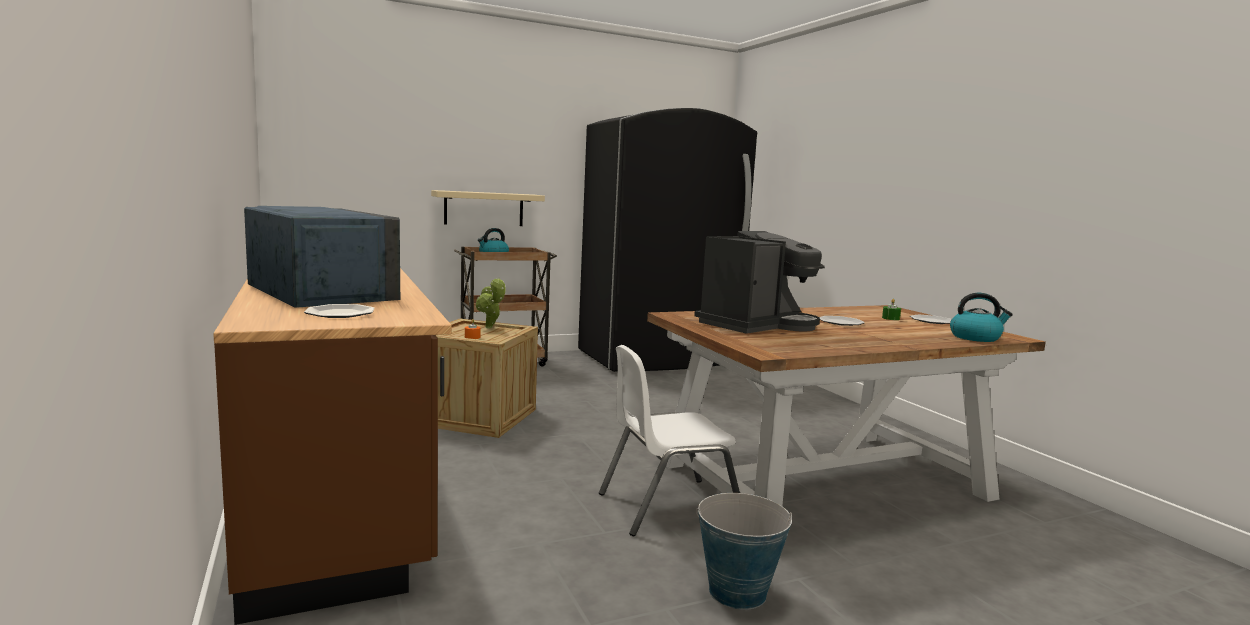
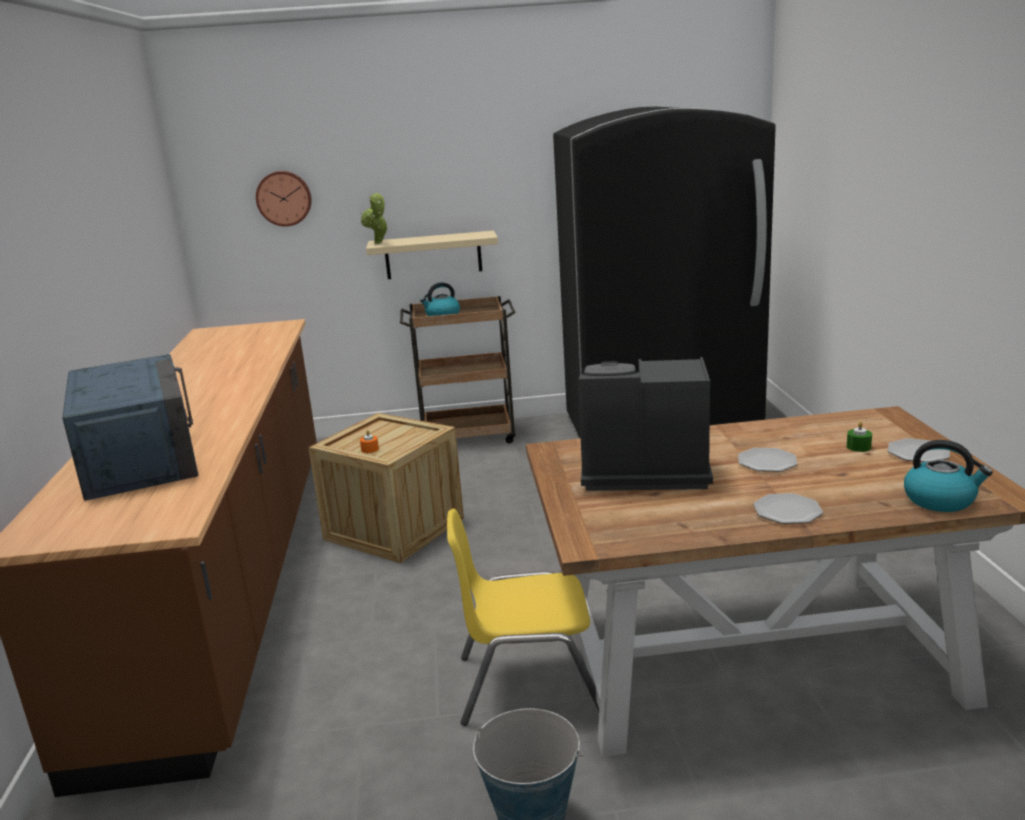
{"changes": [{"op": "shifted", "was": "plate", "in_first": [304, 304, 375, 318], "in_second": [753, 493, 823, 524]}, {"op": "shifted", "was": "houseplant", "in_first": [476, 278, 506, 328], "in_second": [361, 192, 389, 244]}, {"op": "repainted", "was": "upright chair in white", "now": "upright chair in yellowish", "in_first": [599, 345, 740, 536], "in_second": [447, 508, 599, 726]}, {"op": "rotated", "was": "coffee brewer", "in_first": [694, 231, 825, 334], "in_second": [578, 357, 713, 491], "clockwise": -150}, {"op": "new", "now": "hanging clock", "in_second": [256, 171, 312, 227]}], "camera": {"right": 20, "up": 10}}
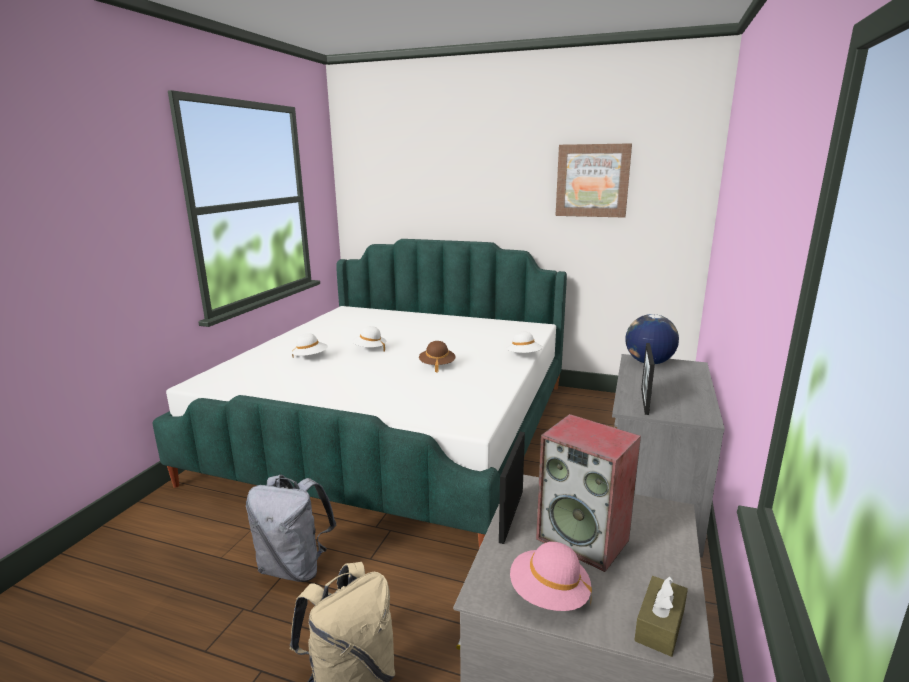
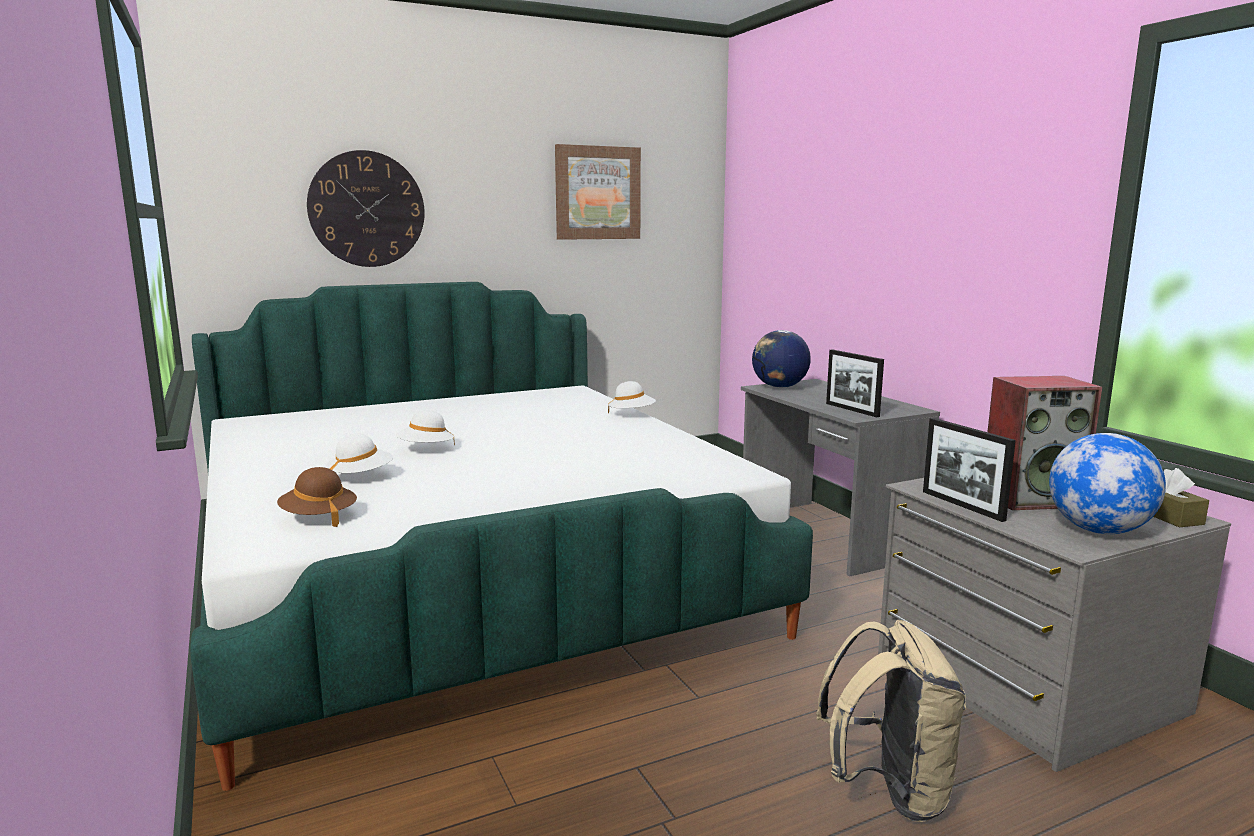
{"changes": [{"op": "gone", "was": "knapsack in grey", "in_first": [246, 475, 336, 582]}, {"op": "shifted", "was": "hat in brown", "in_first": [419, 341, 456, 373], "in_second": [277, 467, 357, 527]}, {"op": "swapped", "was": "hat in pink-coloured", "now": "globe", "in_first": [510, 542, 592, 611], "in_second": [1049, 433, 1166, 534]}, {"op": "new", "now": "hanging clock", "in_second": [307, 150, 425, 267]}], "camera": {"right": -45, "up": -5}}
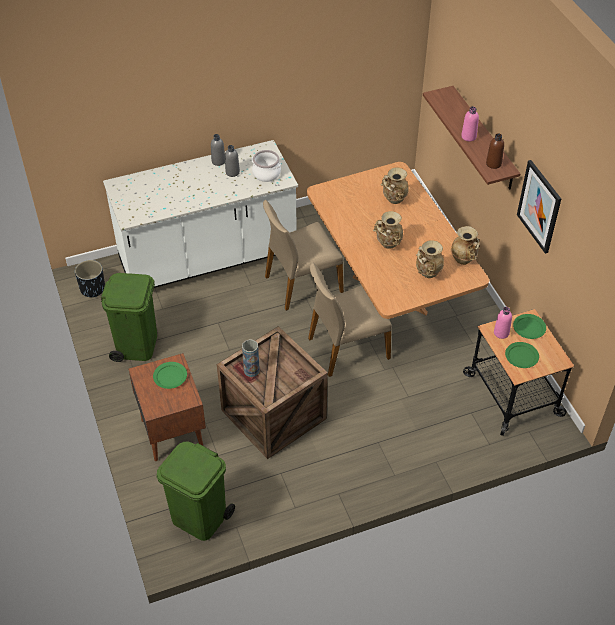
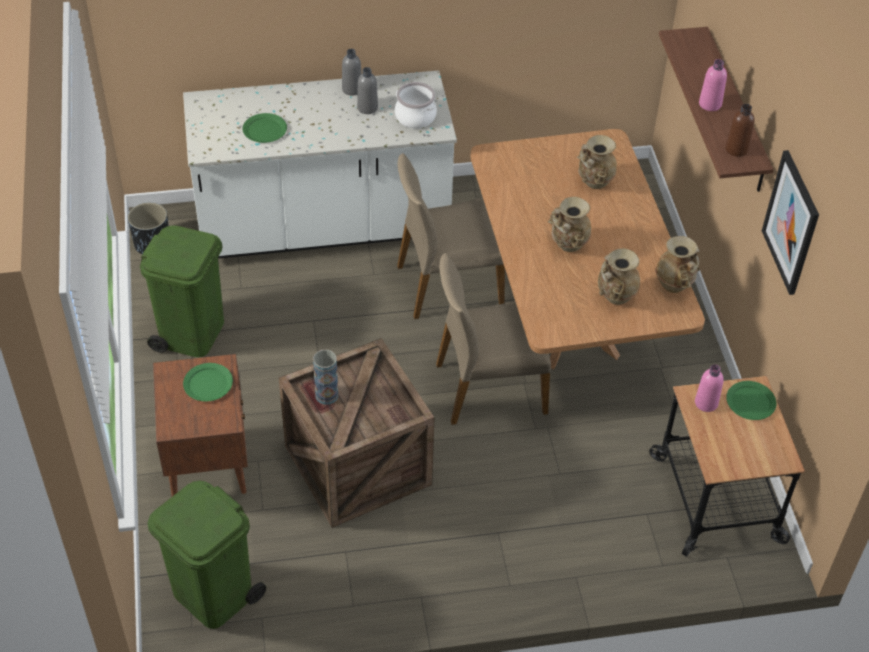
{"changes": [{"op": "shifted", "was": "plate in greenish", "in_first": [505, 342, 539, 368], "in_second": [243, 113, 287, 143]}], "camera": {"right": 10, "up": 0}}
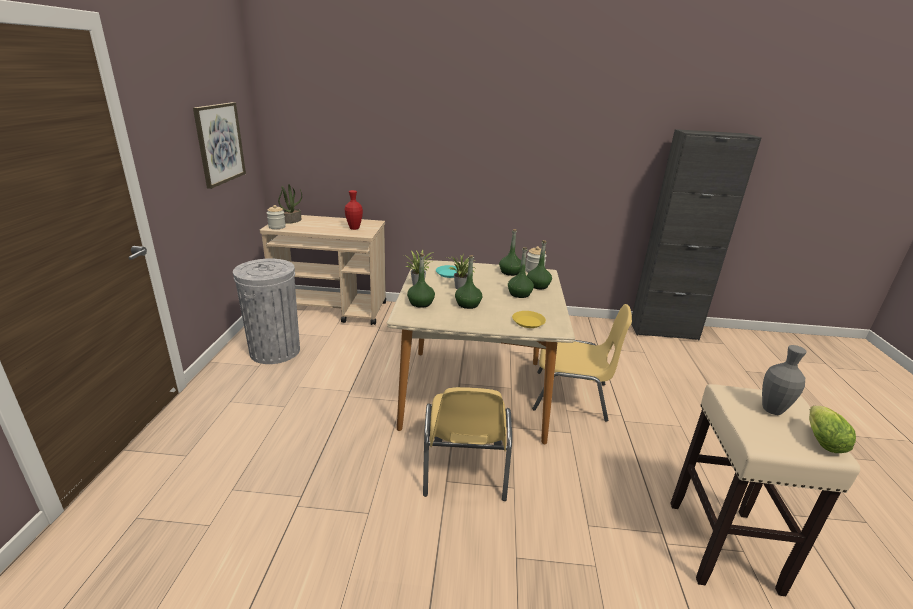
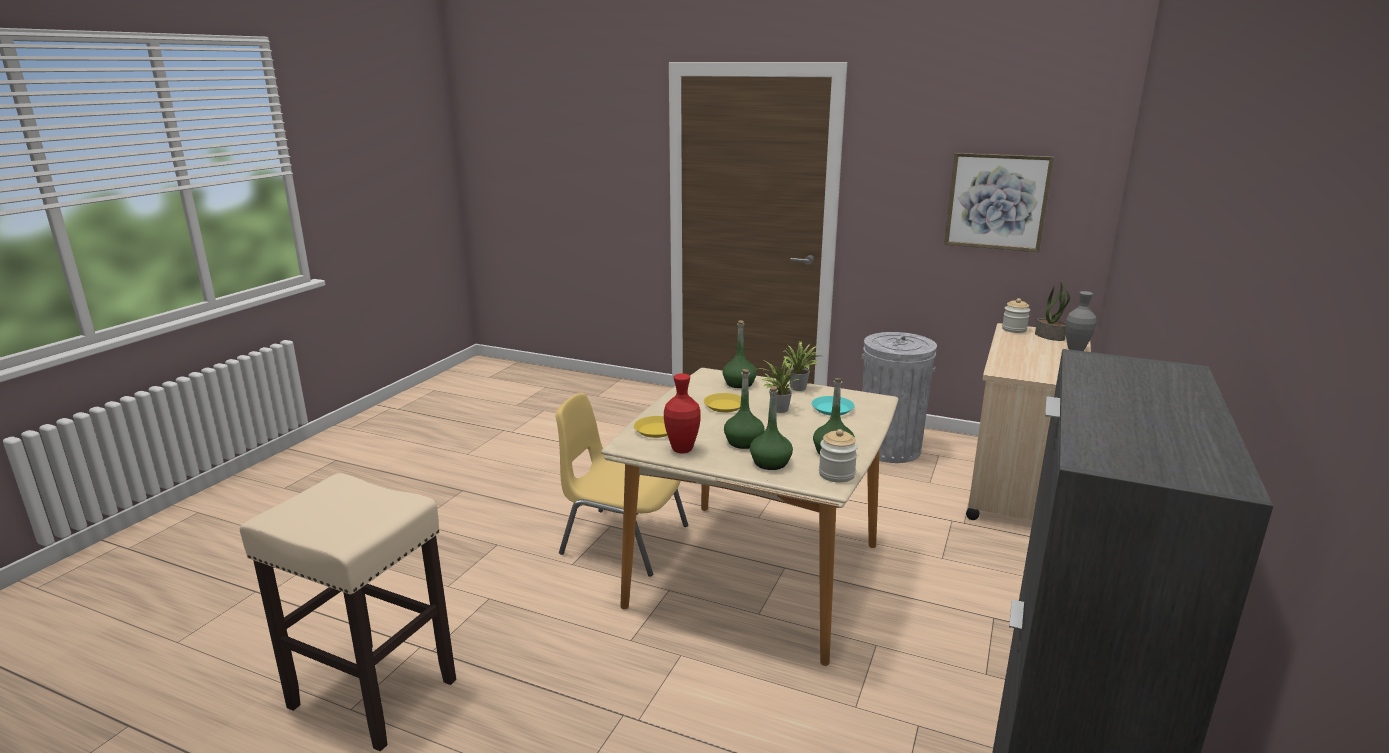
{"changes": [{"op": "shifted", "was": "flower vase in red-coloured", "in_first": [345, 190, 363, 230], "in_second": [664, 374, 701, 453]}, {"op": "swapped", "was": "drink bottle in greenish", "now": "plate in yellowish", "in_first": [455, 255, 482, 309], "in_second": [704, 393, 741, 412]}, {"op": "gone", "was": "upright chair in yellowish", "in_first": [532, 304, 632, 422]}, {"op": "shifted", "was": "flower vase in grey", "in_first": [762, 345, 807, 415], "in_second": [1065, 291, 1097, 351]}, {"op": "gone", "was": "lettuce", "in_first": [809, 406, 856, 453]}], "camera": {"right": 110, "up": -5}}
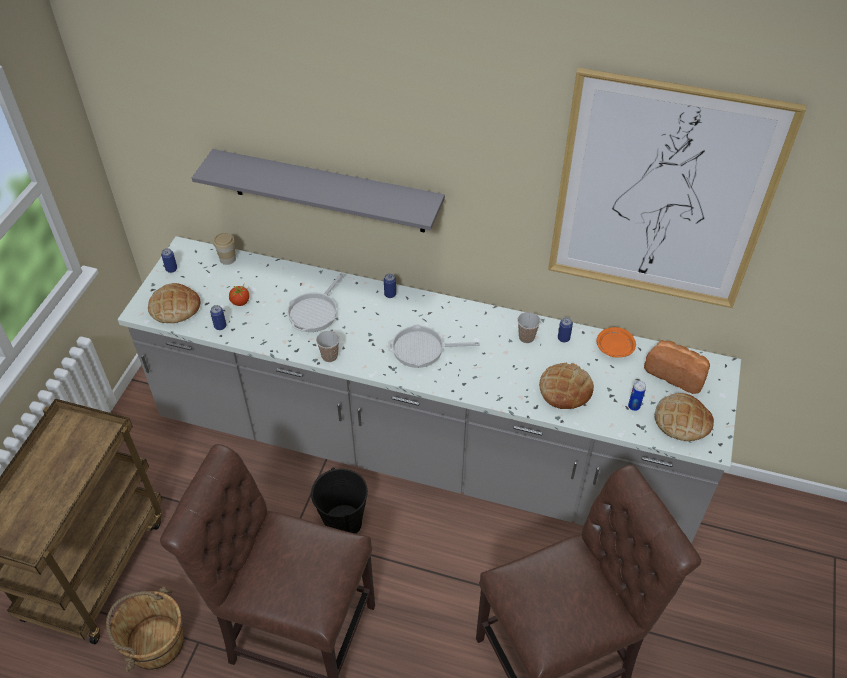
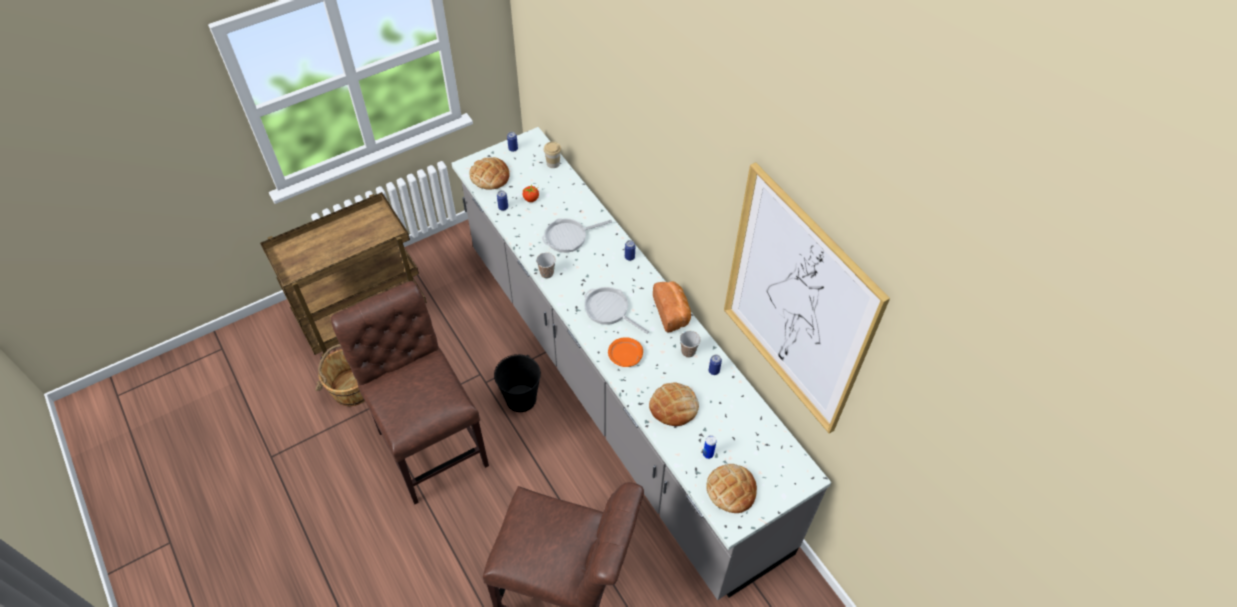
{"changes": [{"op": "gone", "was": "wall shelf in grey", "in_first": [192, 149, 445, 232]}, {"op": "shifted", "was": "plate in orange", "in_first": [597, 327, 636, 358], "in_second": [608, 337, 643, 367]}, {"op": "shifted", "was": "baked bread", "in_first": [644, 340, 710, 394], "in_second": [653, 281, 691, 333]}], "camera": {"right": 40, "up": 5}}
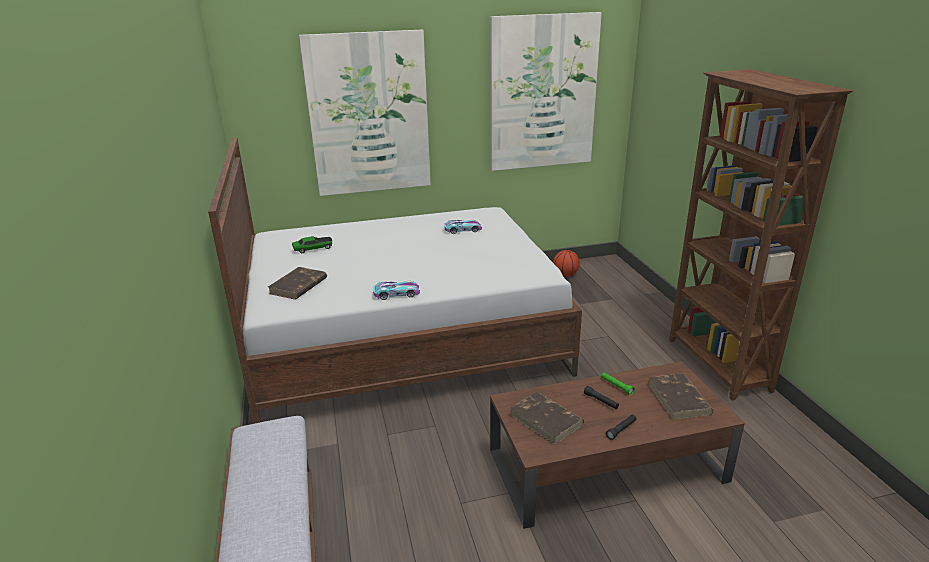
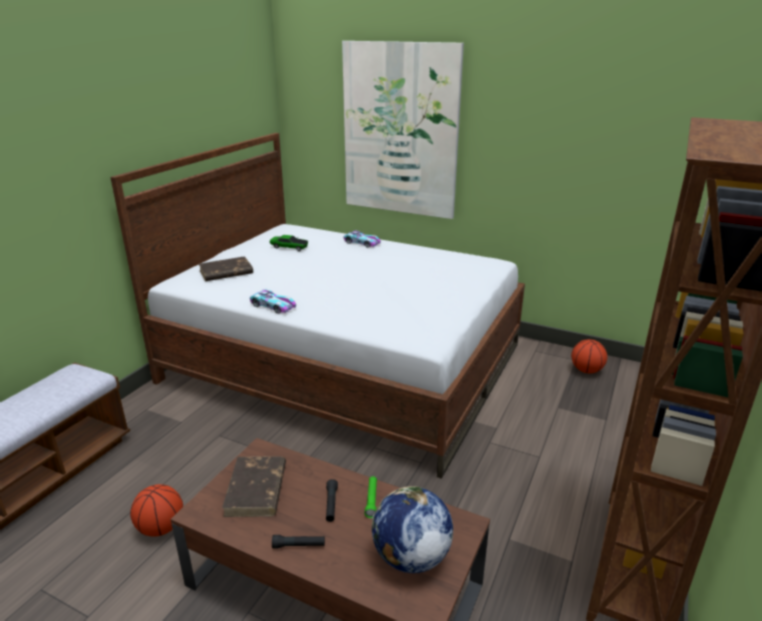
{"changes": [{"op": "shifted", "was": "model car", "in_first": [444, 220, 482, 234], "in_second": [344, 230, 381, 248]}, {"op": "gone", "was": "picture", "in_first": [490, 12, 602, 171]}, {"op": "swapped", "was": "bound book in brown", "now": "globe", "in_first": [648, 374, 713, 420], "in_second": [372, 486, 453, 573]}, {"op": "new", "now": "basketball ball", "in_second": [130, 484, 183, 537]}], "camera": {"right": 40, "up": 0}}
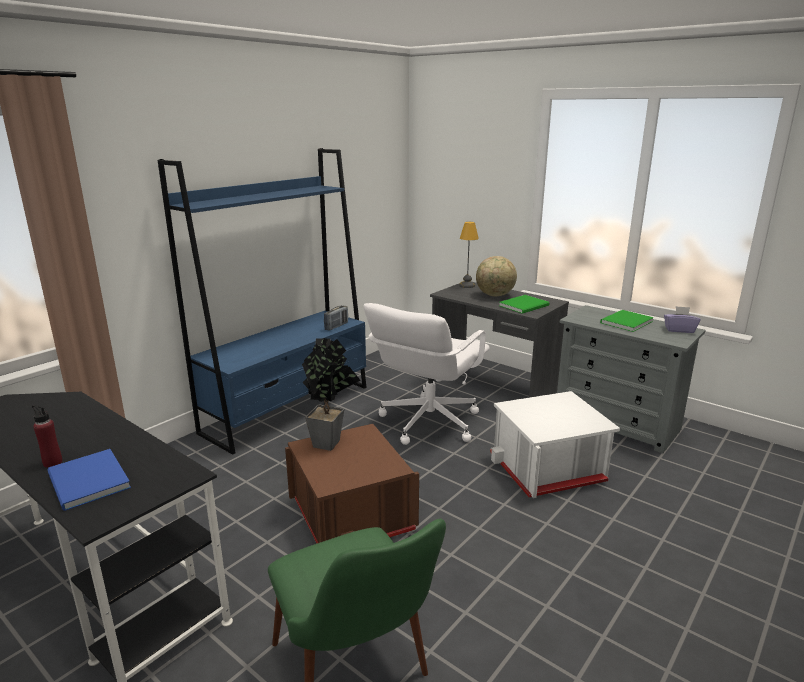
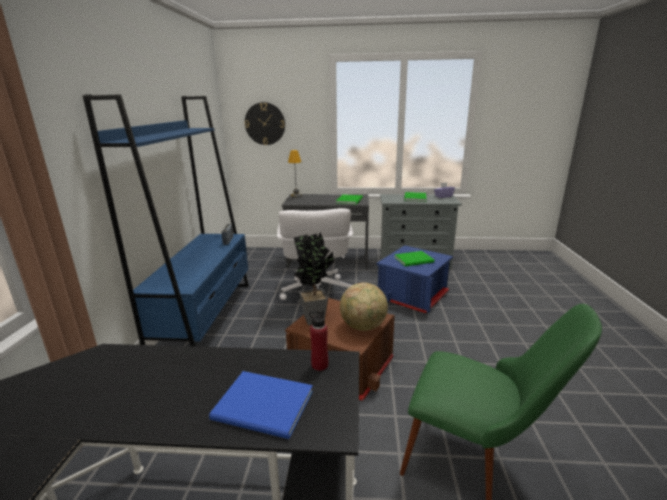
{"changes": [{"op": "shifted", "was": "drink bottle in red-coloured", "in_first": [32, 405, 63, 468], "in_second": [309, 310, 328, 371]}, {"op": "shifted", "was": "globe", "in_first": [476, 256, 517, 296], "in_second": [340, 283, 388, 331]}, {"op": "repainted", "was": "storage box in white", "now": "storage box in blue-coloured", "in_first": [490, 391, 620, 498], "in_second": [377, 245, 453, 313]}, {"op": "new", "now": "hanging clock", "in_second": [245, 102, 285, 145]}, {"op": "new", "now": "bound book in greenish", "in_second": [394, 251, 434, 267]}], "camera": {"right": -35, "up": 0}}
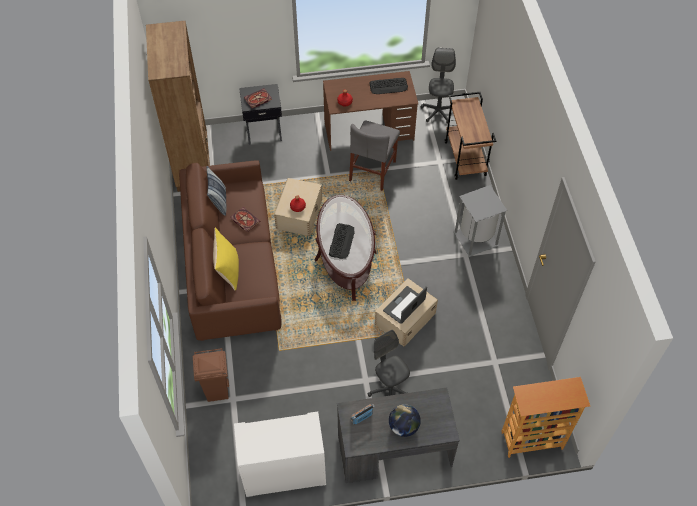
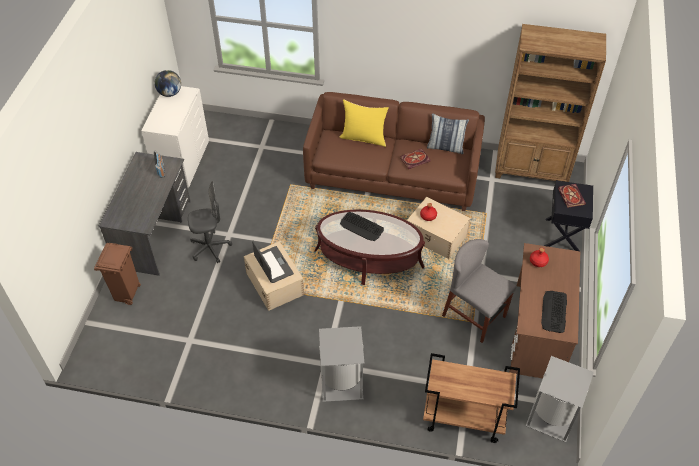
{"changes": [{"op": "shifted", "was": "rubbish bin in brown", "in_first": [193, 348, 229, 402], "in_second": [94, 243, 141, 305]}, {"op": "shifted", "was": "globe", "in_first": [389, 404, 421, 437], "in_second": [154, 70, 181, 97]}, {"op": "swapped", "was": "office chair in grey", "now": "rubbish bin in grey", "in_first": [421, 48, 456, 123], "in_second": [526, 356, 594, 442]}, {"op": "gone", "was": "bookshelf", "in_first": [501, 377, 590, 458]}], "camera": {"right": 110, "up": -5}}
